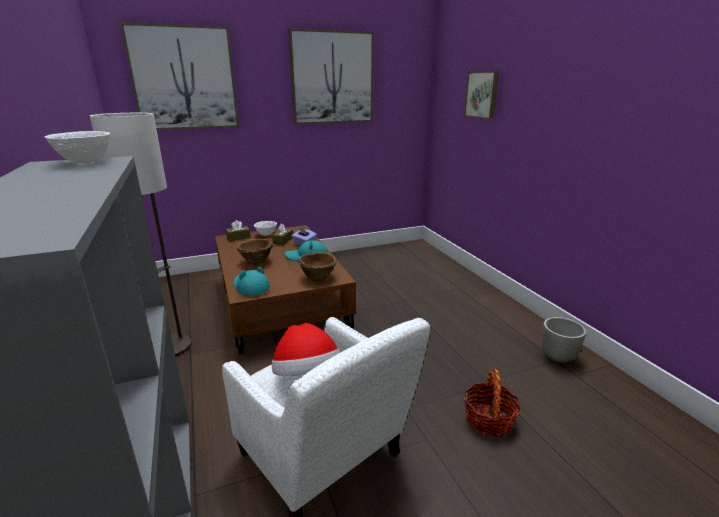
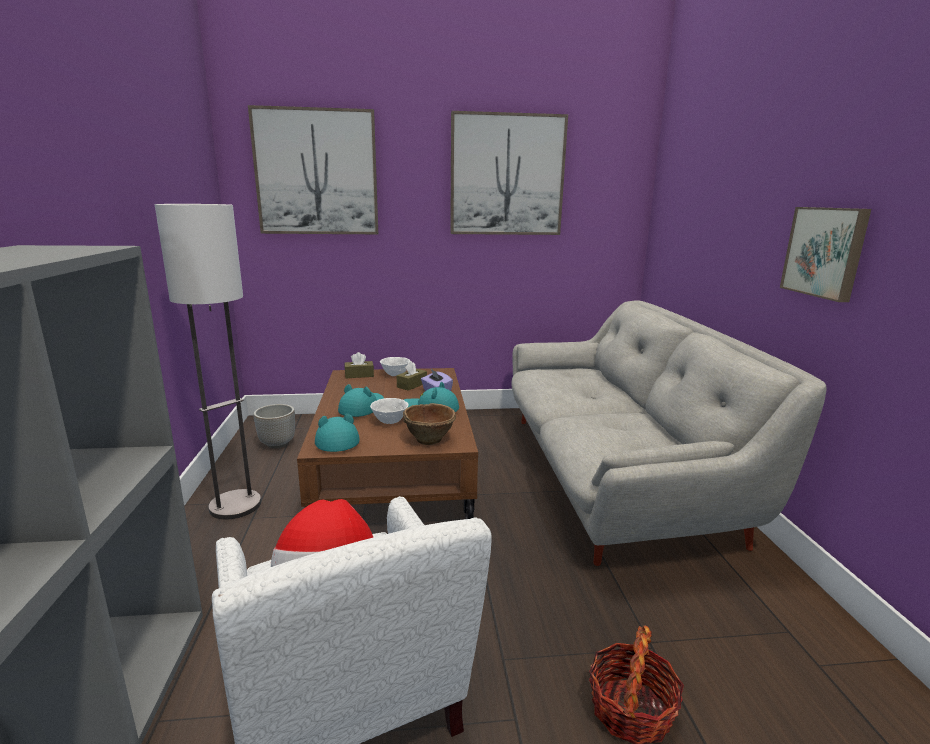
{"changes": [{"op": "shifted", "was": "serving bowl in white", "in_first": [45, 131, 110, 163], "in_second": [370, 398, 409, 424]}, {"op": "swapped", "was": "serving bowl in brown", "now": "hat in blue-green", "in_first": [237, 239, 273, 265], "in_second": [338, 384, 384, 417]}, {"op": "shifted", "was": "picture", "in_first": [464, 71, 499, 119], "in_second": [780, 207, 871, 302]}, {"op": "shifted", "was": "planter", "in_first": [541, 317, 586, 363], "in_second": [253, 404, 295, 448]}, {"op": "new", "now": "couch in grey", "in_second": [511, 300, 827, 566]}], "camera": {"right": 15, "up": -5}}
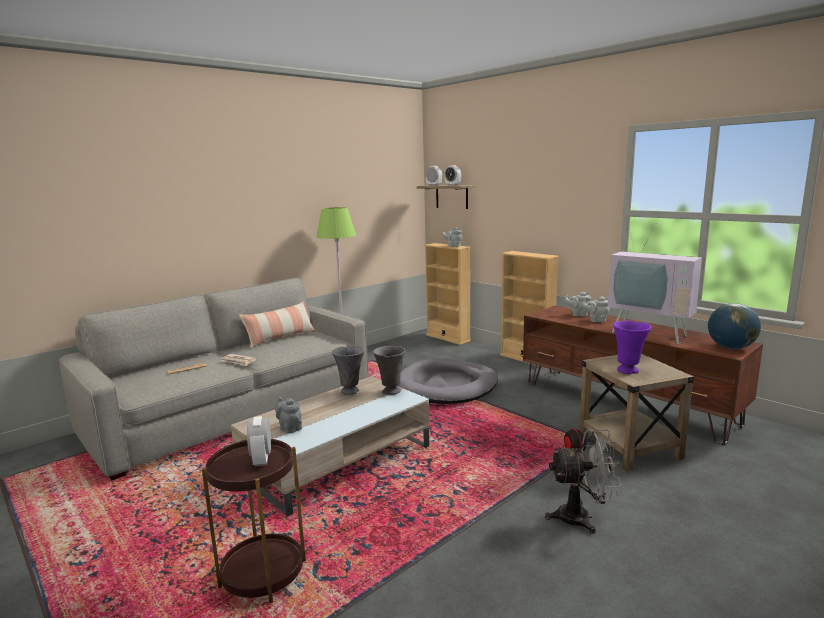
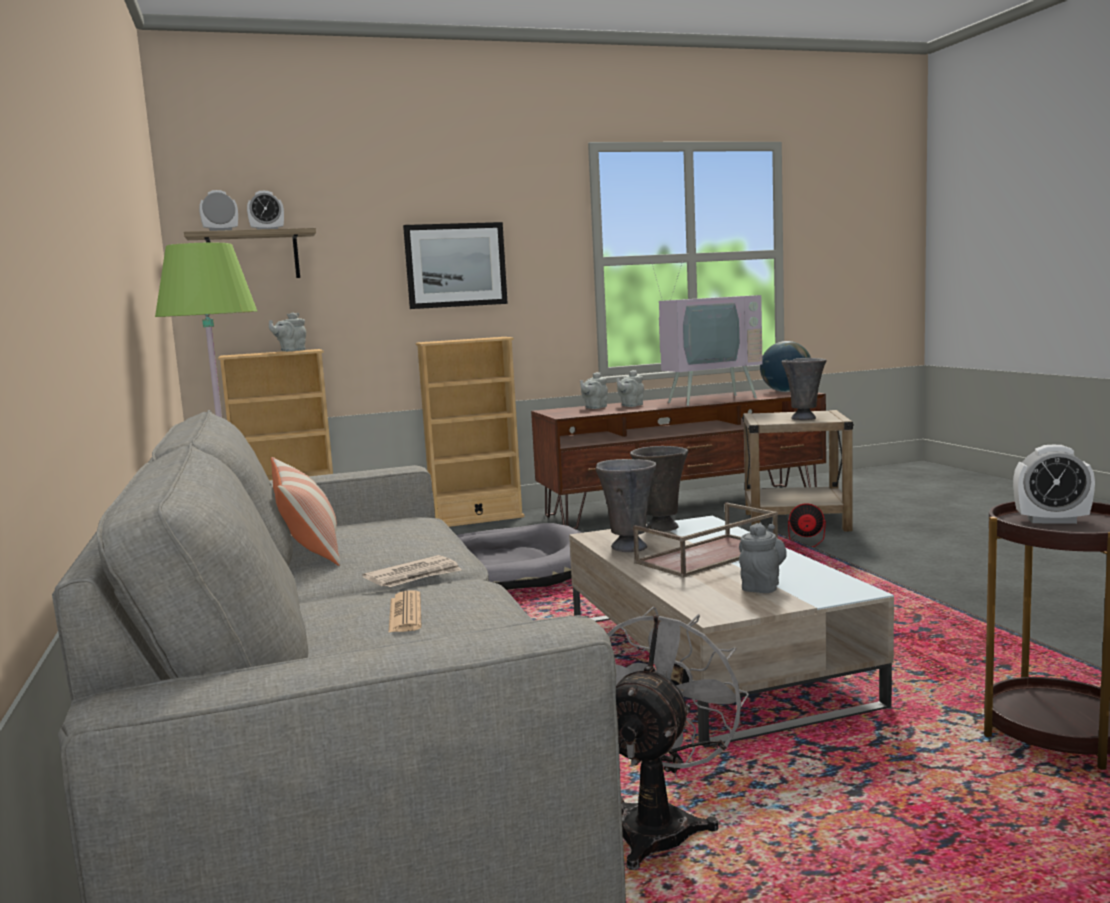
{"changes": [{"op": "rotated", "was": "teapot in grey", "in_first": [275, 397, 302, 434], "in_second": [739, 523, 787, 593], "clockwise": 135}, {"op": "shifted", "was": "electric fan in grey", "in_first": [545, 429, 622, 534], "in_second": [607, 607, 749, 870]}, {"op": "repainted", "was": "flower vase in purplish", "now": "flower vase in grey", "in_first": [613, 321, 652, 374], "in_second": [782, 358, 827, 420]}, {"op": "new", "now": "picture", "in_second": [403, 222, 508, 309]}, {"op": "new", "now": "serving tray in brown", "in_second": [633, 503, 778, 578]}], "camera": {"right": -65, "up": -5}}
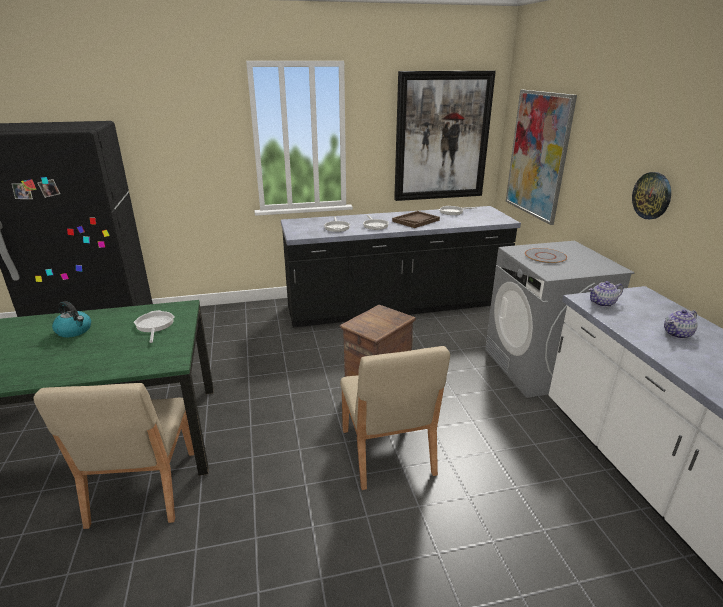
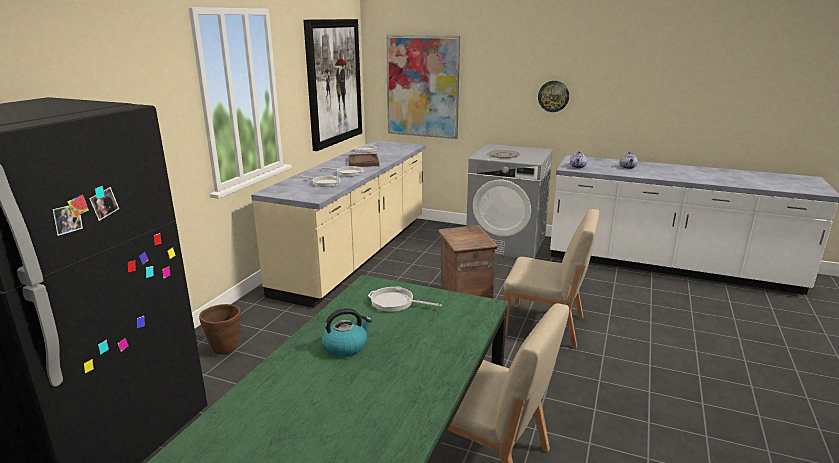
{"changes": [{"op": "repainted", "was": "kitchen counter in blackish", "now": "kitchen counter in beige-coloured", "in_first": [281, 206, 521, 328], "in_second": [251, 140, 426, 308]}, {"op": "new", "now": "planter in brown", "in_second": [199, 304, 241, 355]}], "camera": {"right": -55, "up": -5}}
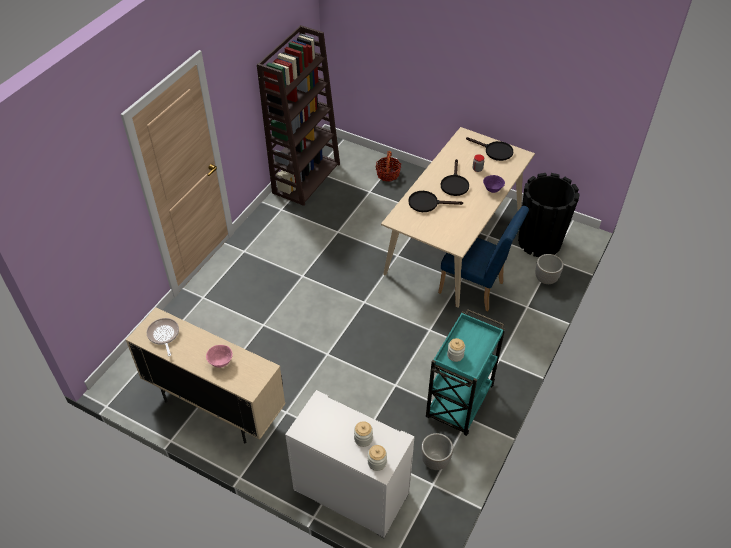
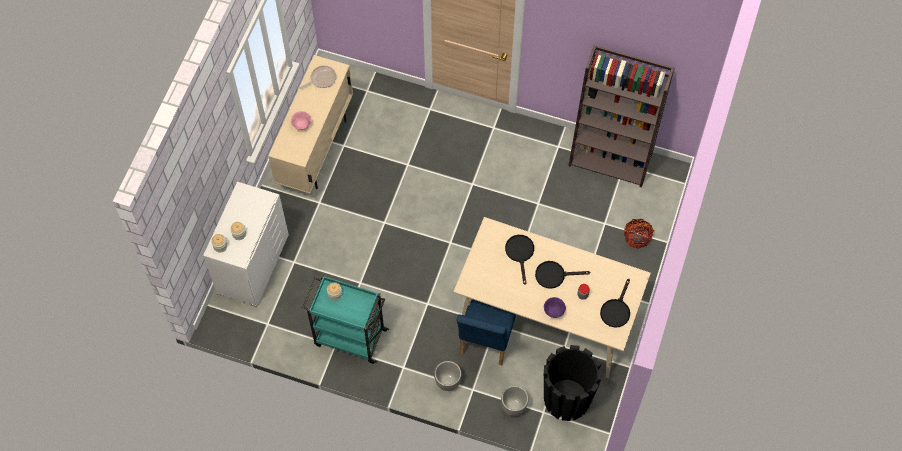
{"changes": [{"op": "shifted", "was": "planter", "in_first": [421, 433, 453, 470], "in_second": [434, 361, 461, 391]}], "camera": {"right": 80, "up": 15}}
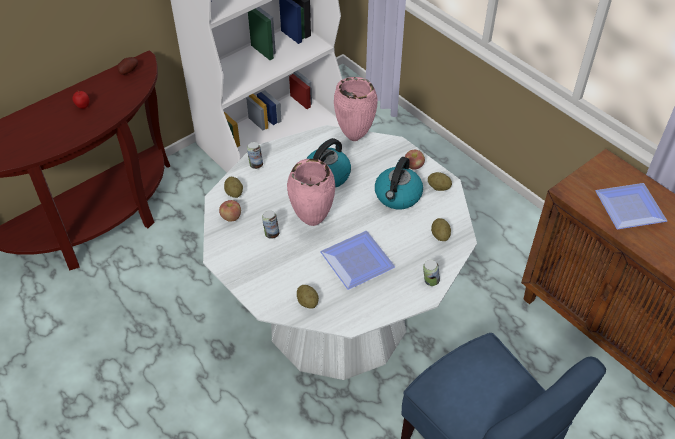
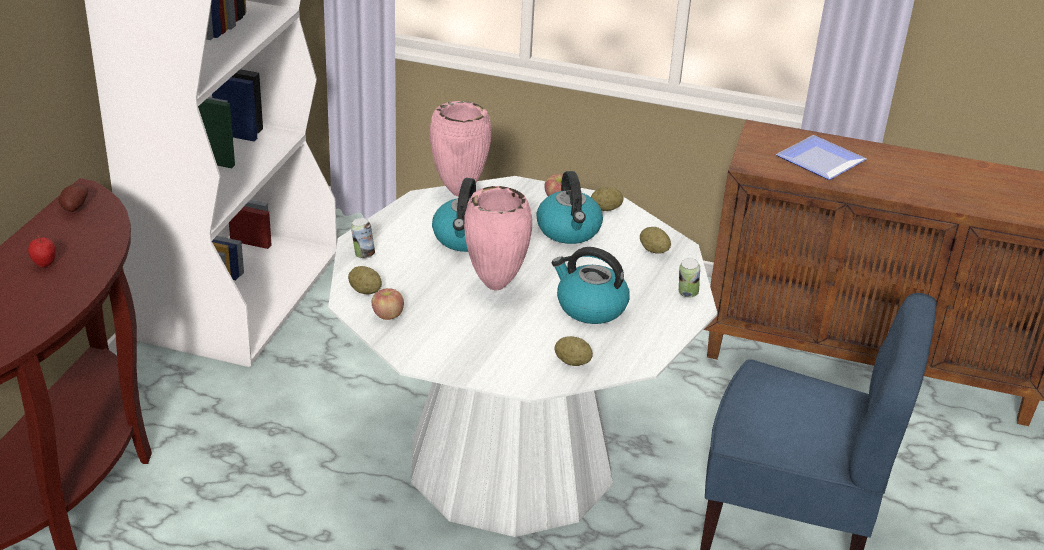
{"changes": [{"op": "gone", "was": "metal can", "in_first": [262, 210, 279, 239]}, {"op": "swapped", "was": "plate", "now": "water kettle", "in_first": [320, 231, 395, 290], "in_second": [552, 247, 630, 324]}], "camera": {"right": -35, "up": -15}}
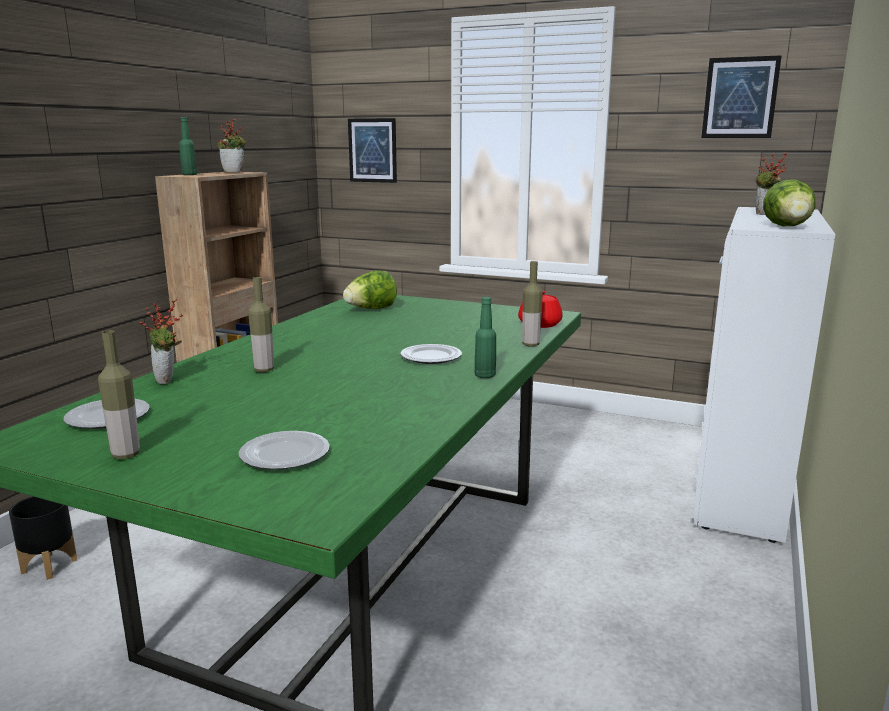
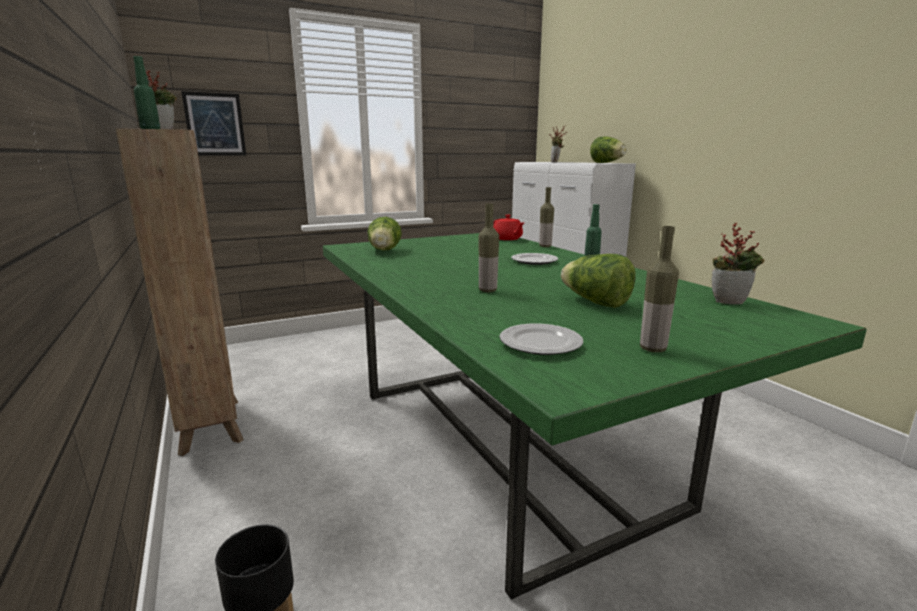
{"changes": [{"op": "shifted", "was": "houseplant", "in_first": [139, 299, 183, 384], "in_second": [712, 223, 765, 304]}, {"op": "gone", "was": "plate", "in_first": [239, 431, 330, 470]}, {"op": "gone", "was": "picture", "in_first": [702, 55, 782, 138]}, {"op": "new", "now": "lettuce", "in_second": [561, 254, 635, 308]}], "camera": {"right": -50, "up": 0}}
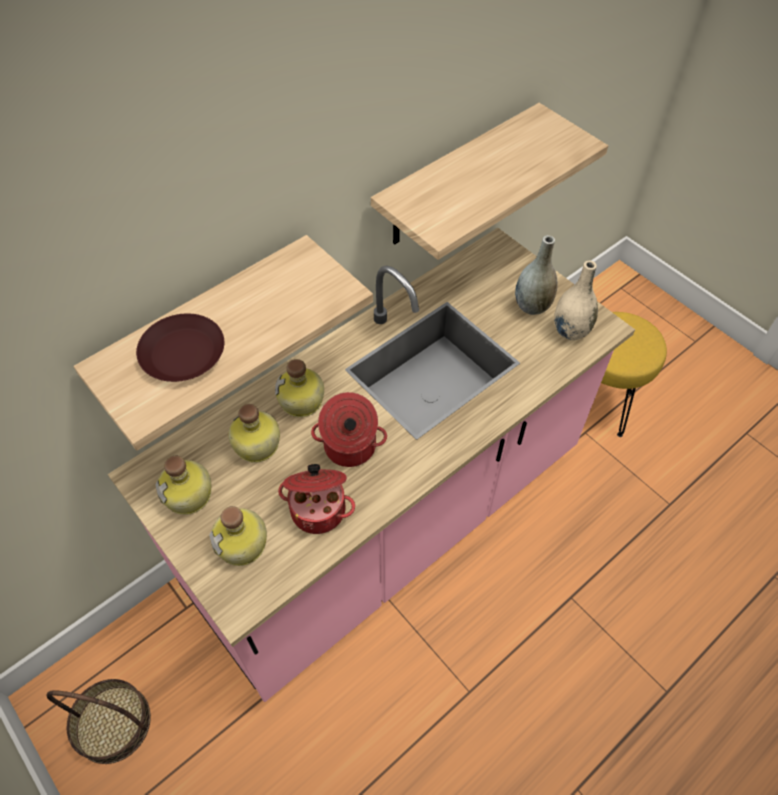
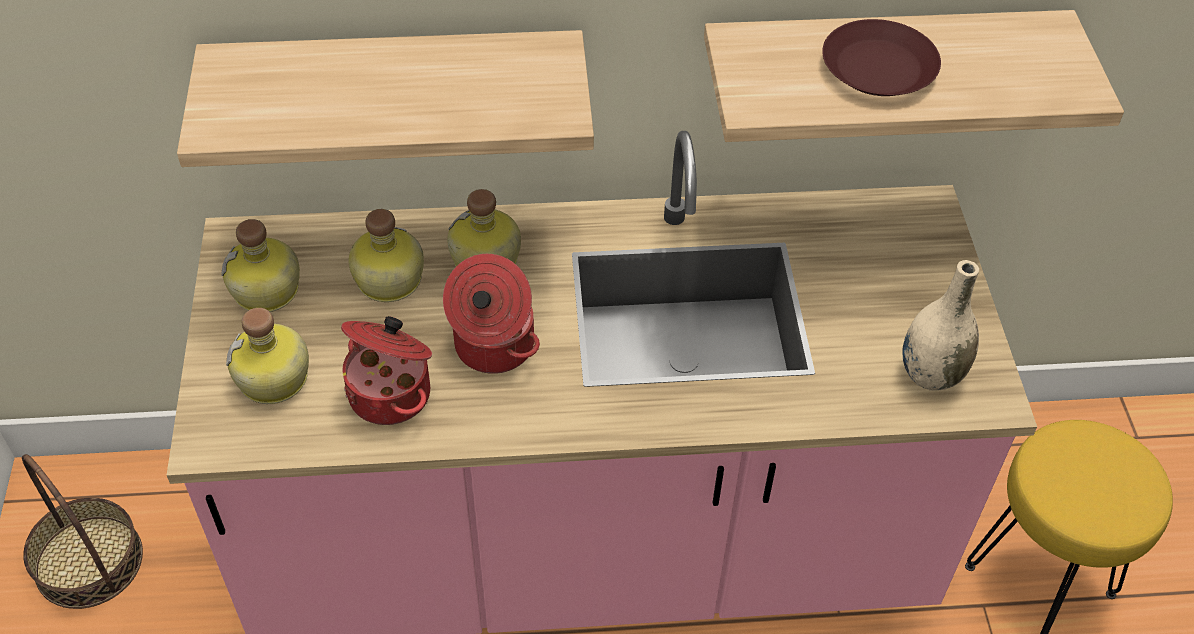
{"changes": [{"op": "shifted", "was": "plate in brown", "in_first": [136, 313, 224, 382], "in_second": [822, 19, 941, 96]}, {"op": "gone", "was": "flower vase in grey", "in_first": [515, 235, 558, 315]}], "camera": {"right": 35, "up": -5}}
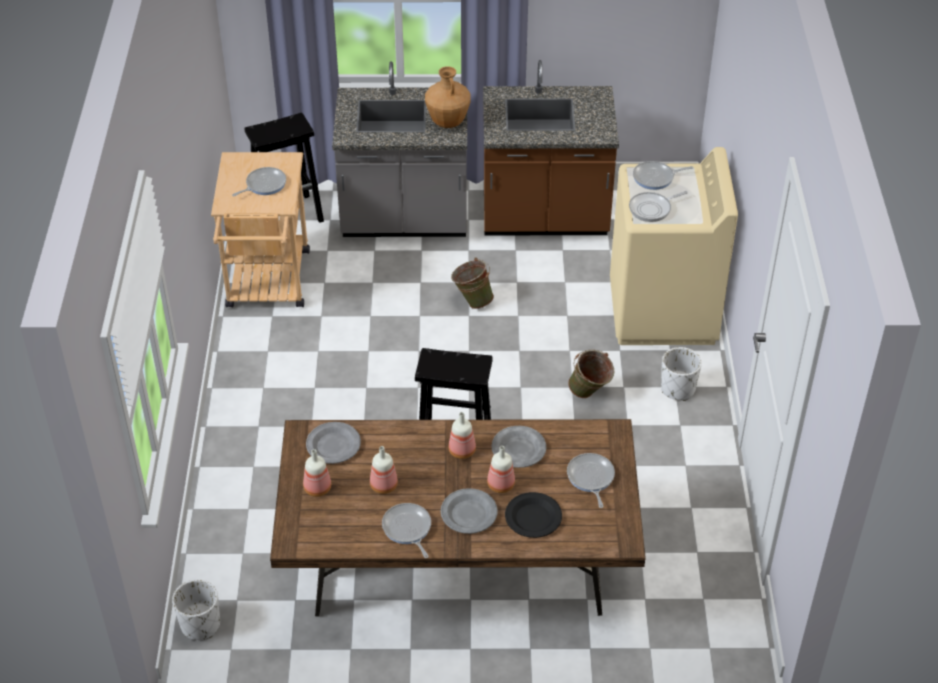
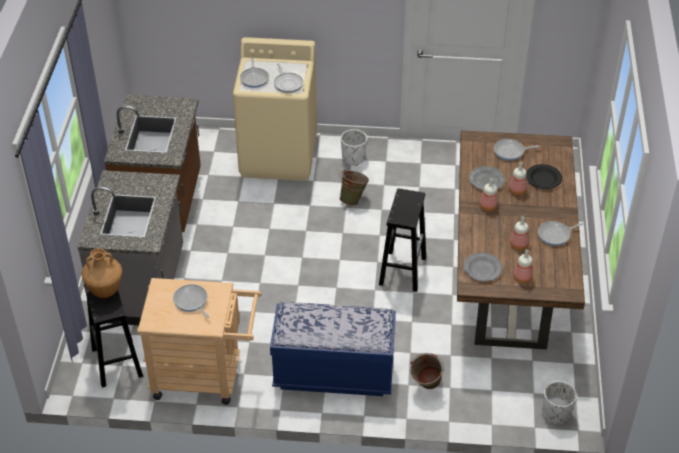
{"changes": [{"op": "shifted", "was": "flower vase in brown", "in_first": [425, 66, 471, 128], "in_second": [81, 248, 122, 298]}, {"op": "gone", "was": "plate in grey", "in_first": [441, 488, 498, 534]}, {"op": "shifted", "was": "water bucket in greenish", "in_first": [451, 258, 494, 309], "in_second": [410, 353, 444, 389]}, {"op": "new", "now": "bench in blue-coloured", "in_second": [270, 302, 396, 396]}], "camera": {"right": -85, "up": 0}}
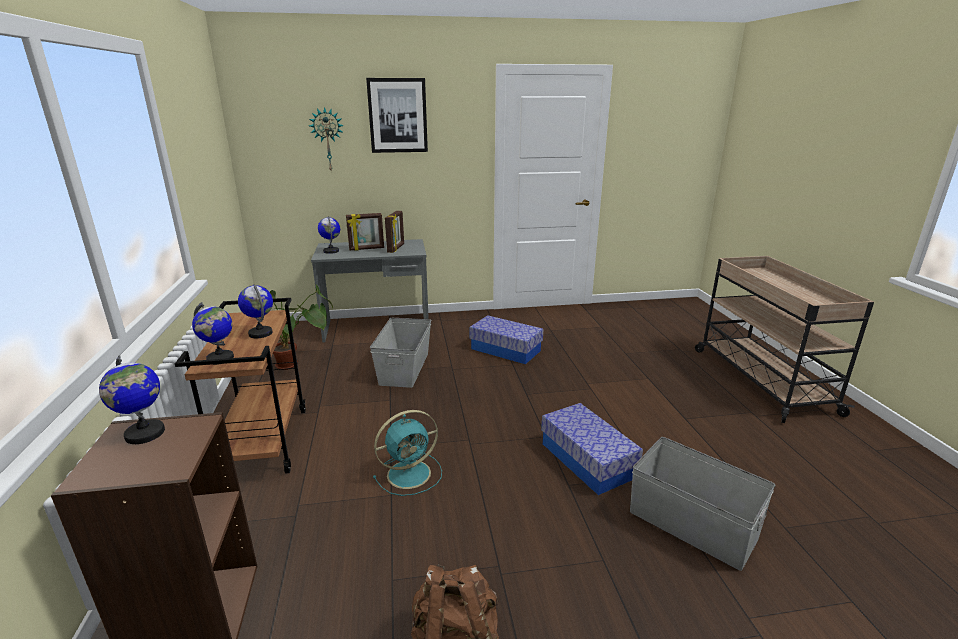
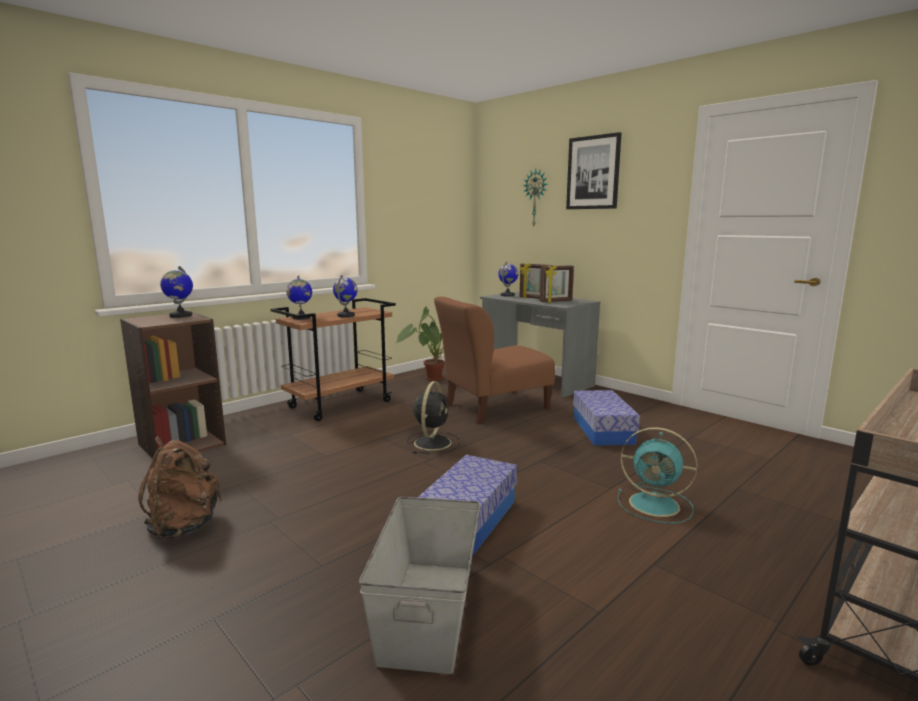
{"changes": [{"op": "swapped", "was": "storage box in grey", "now": "upright chair in brown", "in_first": [370, 318, 432, 388], "in_second": [434, 297, 555, 423]}, {"op": "shifted", "was": "electric fan in blue-green", "in_first": [373, 410, 442, 496], "in_second": [618, 427, 698, 524]}, {"op": "new", "now": "electric fan in blackish", "in_second": [407, 381, 460, 454]}], "camera": {"right": 55, "up": -10}}
